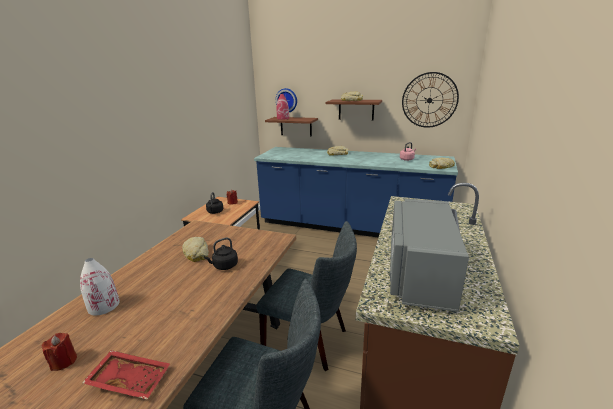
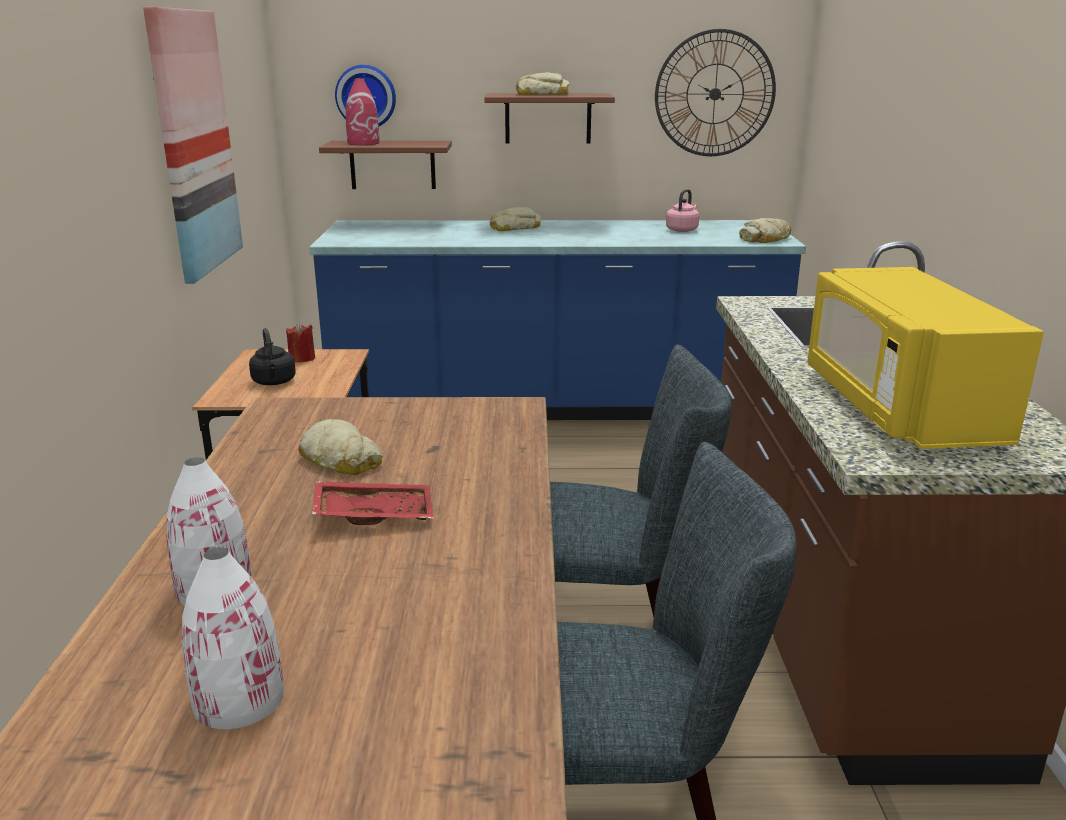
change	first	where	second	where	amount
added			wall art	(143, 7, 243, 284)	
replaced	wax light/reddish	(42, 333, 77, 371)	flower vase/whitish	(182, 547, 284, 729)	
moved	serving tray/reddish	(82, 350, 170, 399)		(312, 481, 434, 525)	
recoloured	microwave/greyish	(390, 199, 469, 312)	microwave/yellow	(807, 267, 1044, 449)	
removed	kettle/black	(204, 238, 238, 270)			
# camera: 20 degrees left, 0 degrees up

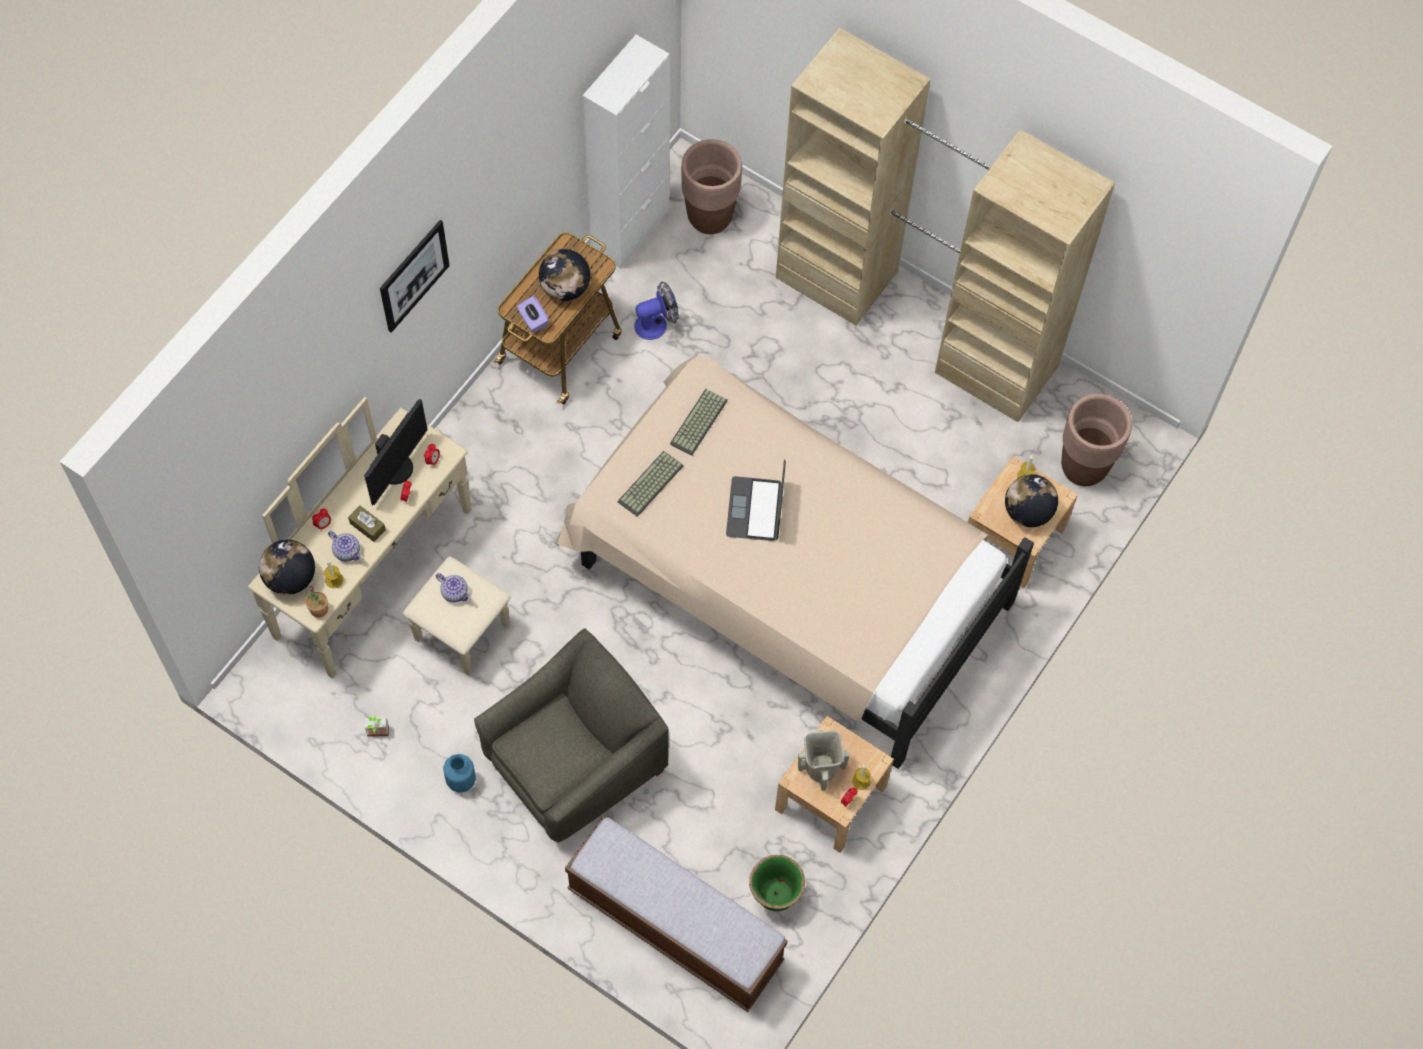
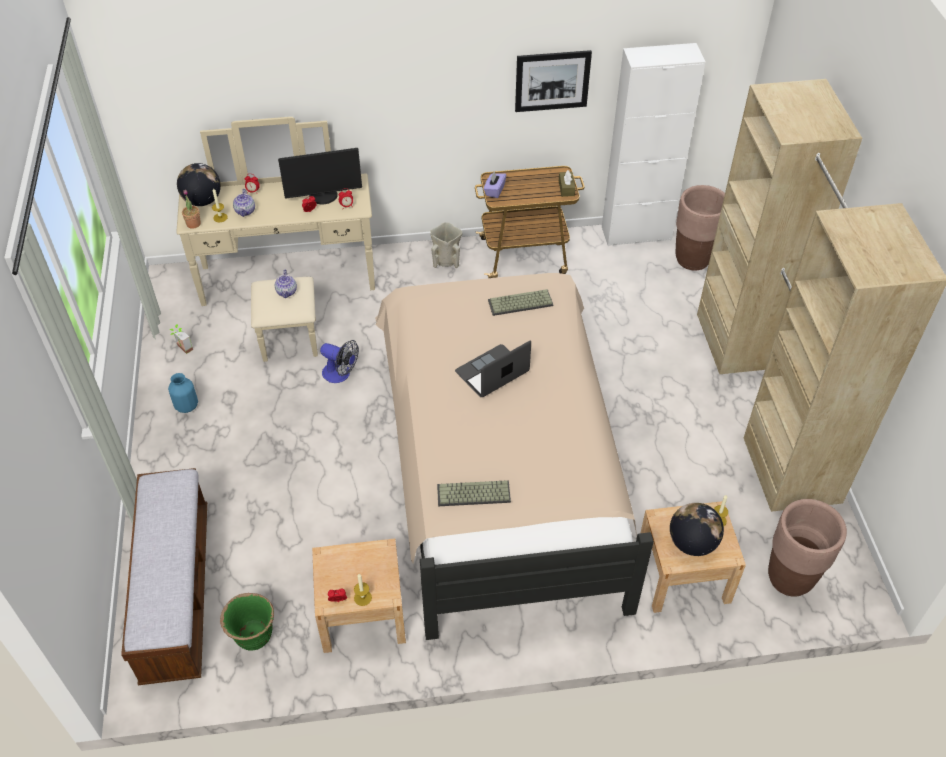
change	first	where	second	where	amount
moved	fan	(634, 281, 679, 340)		(320, 340, 359, 383)	
moved	flower vase/beige	(798, 730, 850, 791)		(430, 222, 462, 268)	
moved	keyboard	(617, 451, 684, 517)		(437, 480, 511, 506)	
moved	wall art	(380, 220, 450, 333)		(515, 50, 592, 112)	
moved	box of tissues/brownish	(348, 506, 386, 542)		(559, 170, 575, 197)	
removed	lounge chair/greyish	(474, 628, 669, 842)			
removed	desk globe	(539, 249, 591, 301)			
# camera: 50 degrees right, 15 degrees down

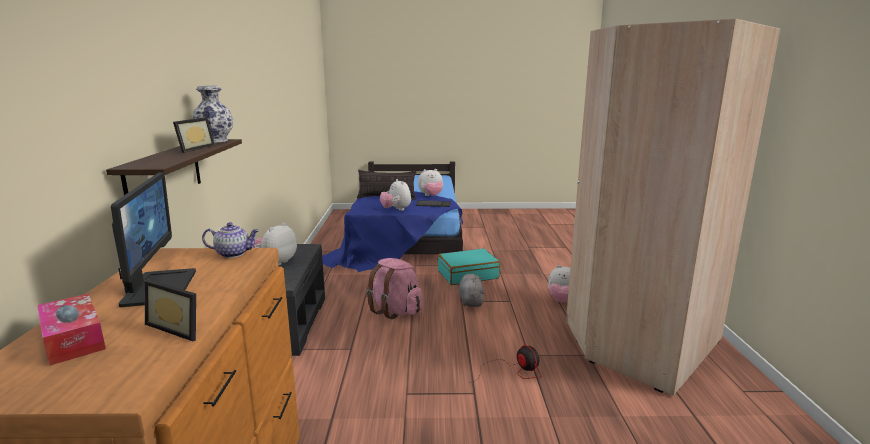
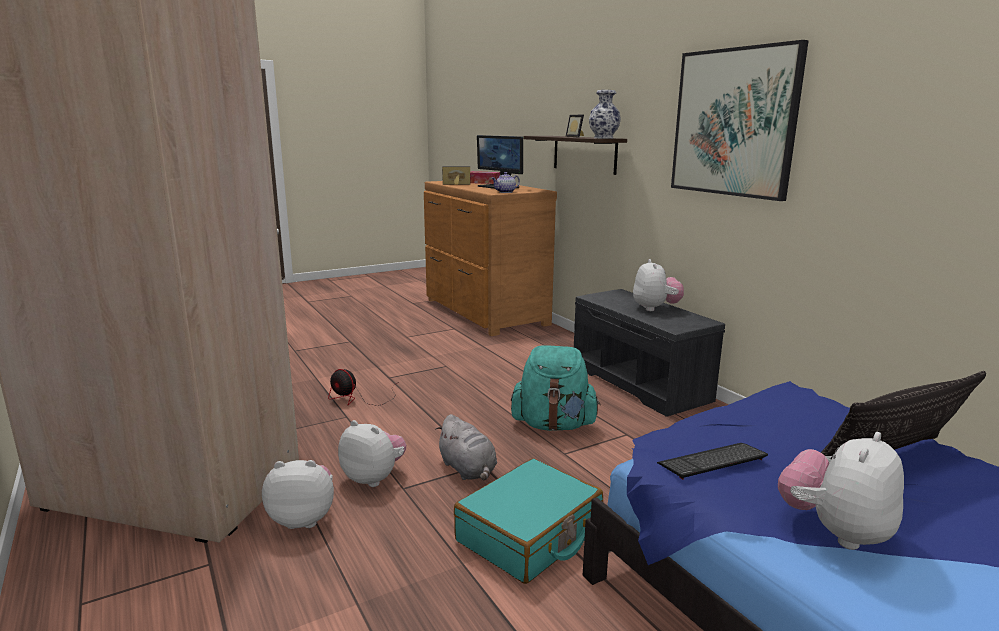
change	first	where	second	where	amount
moved	plush toy	(380, 179, 411, 211)		(338, 420, 406, 487)	
recoloured	knapsack/pink	(367, 258, 423, 319)	knapsack/blue-green	(511, 345, 601, 431)	
added			wall art	(671, 40, 809, 201)	
# camera: 150 degrees right, 0 degrees up

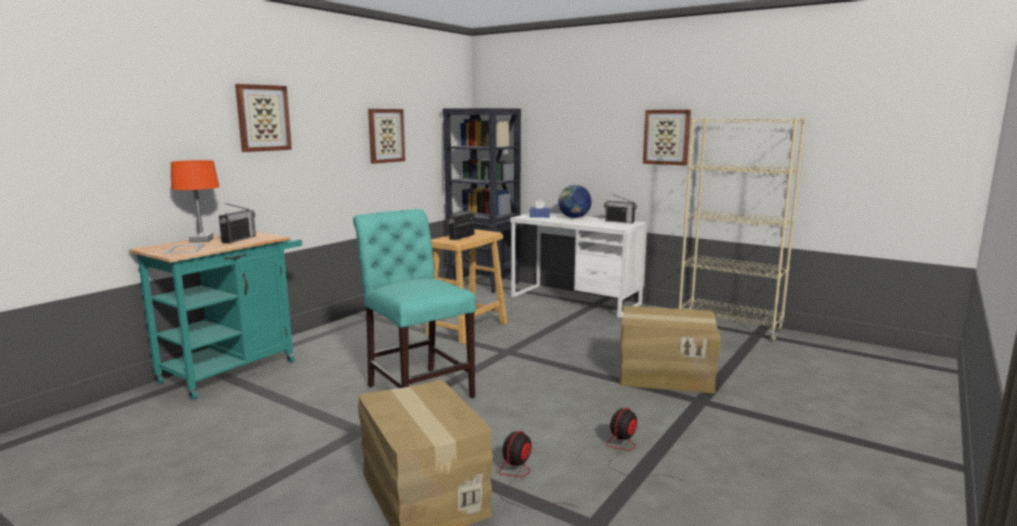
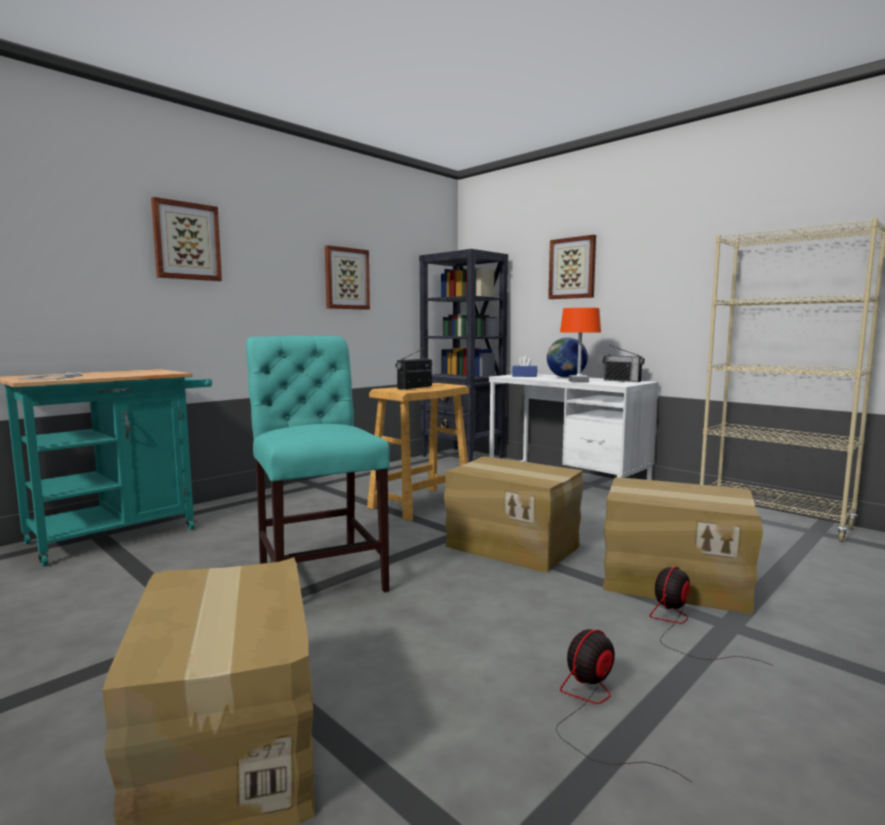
change	first	where	second	where	amount
added			carton	(444, 456, 584, 573)	
moved	wall art	(643, 110, 691, 166)		(548, 235, 596, 299)	
moved	tabletop lamp/orange-coloured	(171, 160, 220, 243)		(560, 308, 601, 382)	
moved	fan	(499, 431, 579, 509)		(650, 567, 772, 665)	
removed	radio receiver	(219, 203, 256, 243)			
# camera: 10 degrees right, 5 degrees down

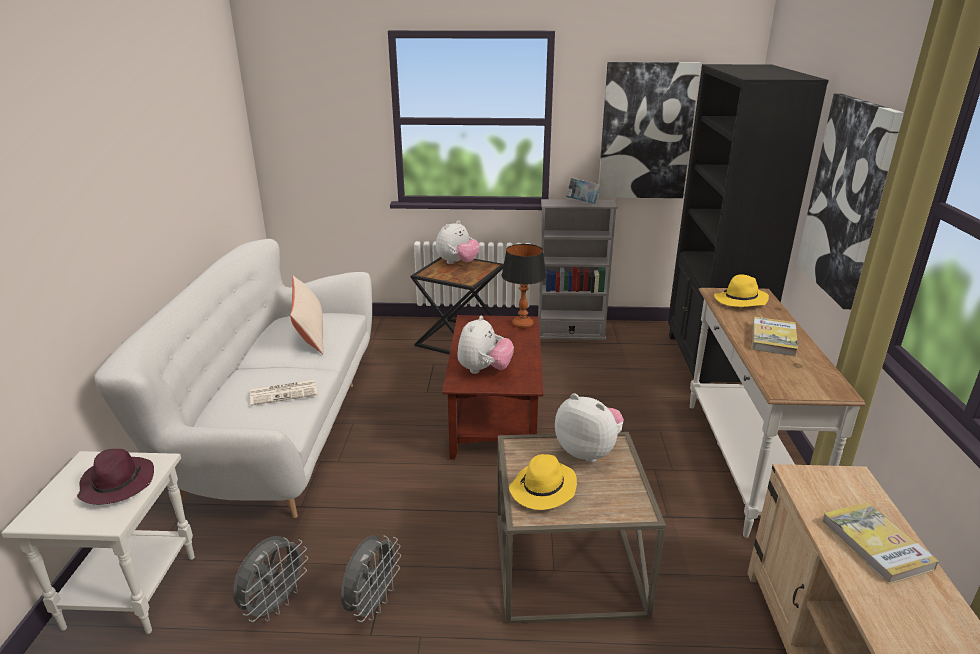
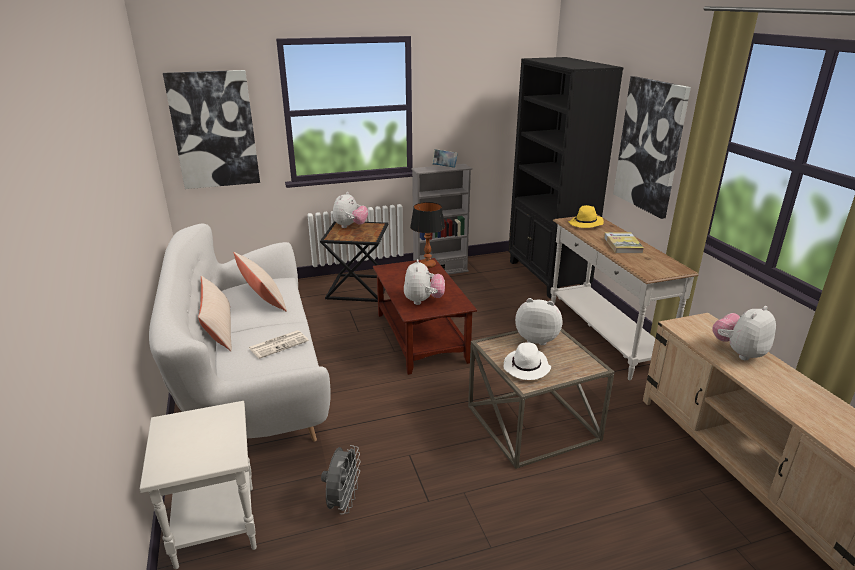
change	first	where	second	where	amount
moved	wall art	(598, 62, 701, 198)		(163, 70, 260, 189)	
added			pillow/beige	(198, 276, 232, 351)	
recoloured	wearable hat/yellow	(509, 454, 577, 510)	wearable hat/whitish	(504, 343, 551, 380)	
replaced	book	(822, 502, 939, 584)	plush toy	(712, 306, 776, 360)	
removed	wearable hat/purple-coloured	(77, 449, 154, 505)			
removed	fan/greyish	(341, 535, 401, 622)			
# camera: 20 degrees left, 0 degrees up

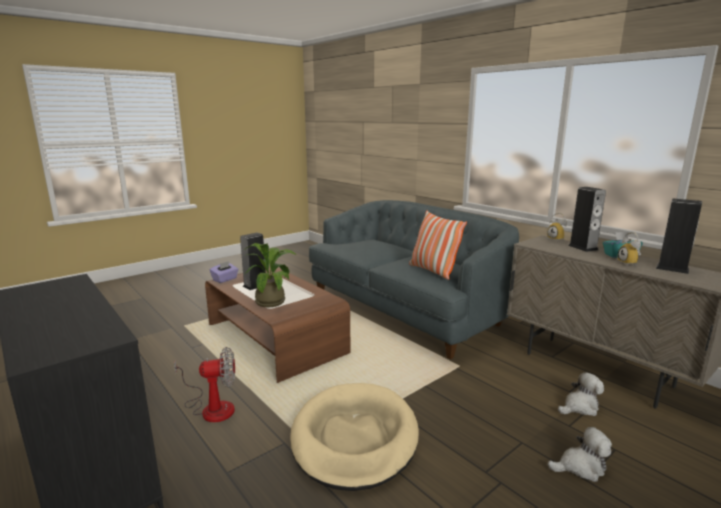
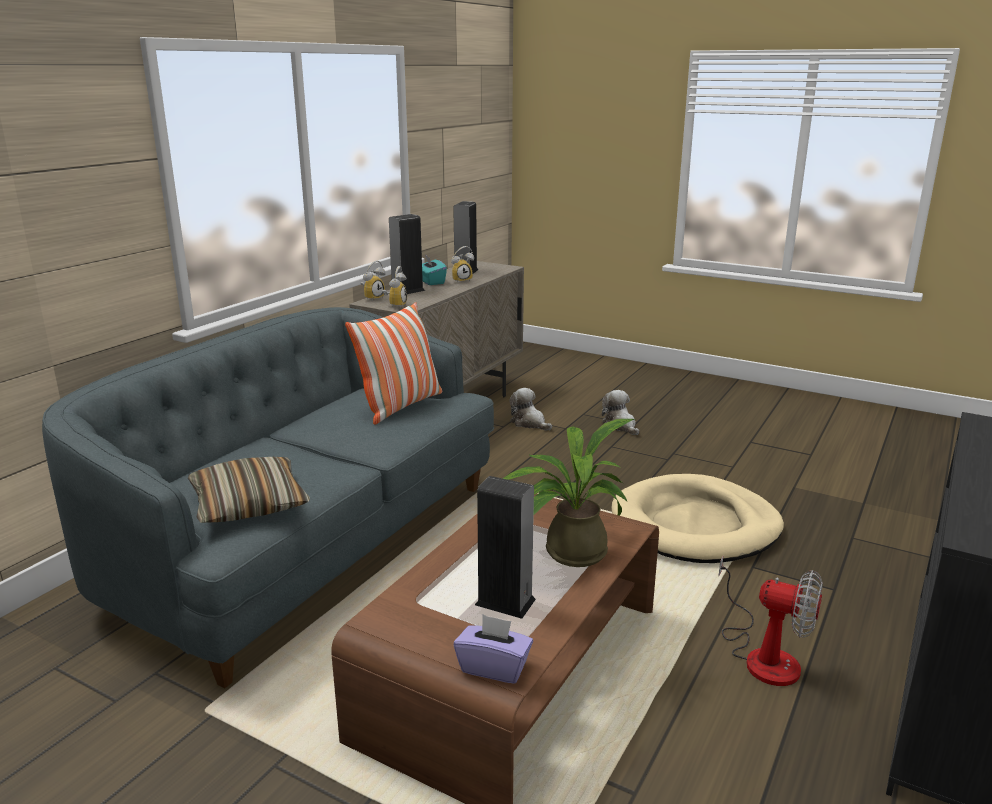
change	first	where	second	where	amount
added			pillow	(188, 457, 310, 523)	
added			table clock	(382, 266, 407, 308)	
turned	fan	(174, 347, 235, 422)		(718, 555, 823, 686)	150 degrees clockwise
# camera: 110 degrees left, 5 degrees up

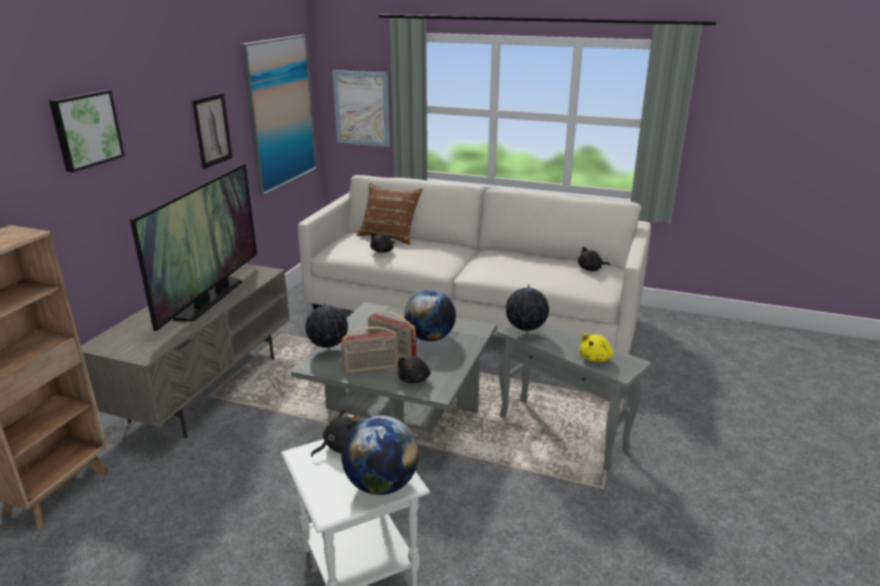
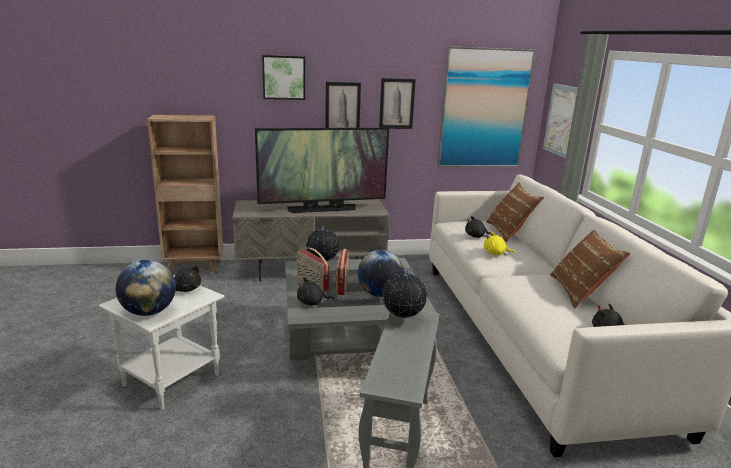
change	first	where	second	where	amount
added			wall art	(325, 82, 361, 128)	
moved	plush toy/yellow	(579, 333, 614, 362)		(484, 232, 515, 255)	
added			pillow/brownish	(550, 230, 631, 308)	
# camera: 60 degrees right, 5 degrees down

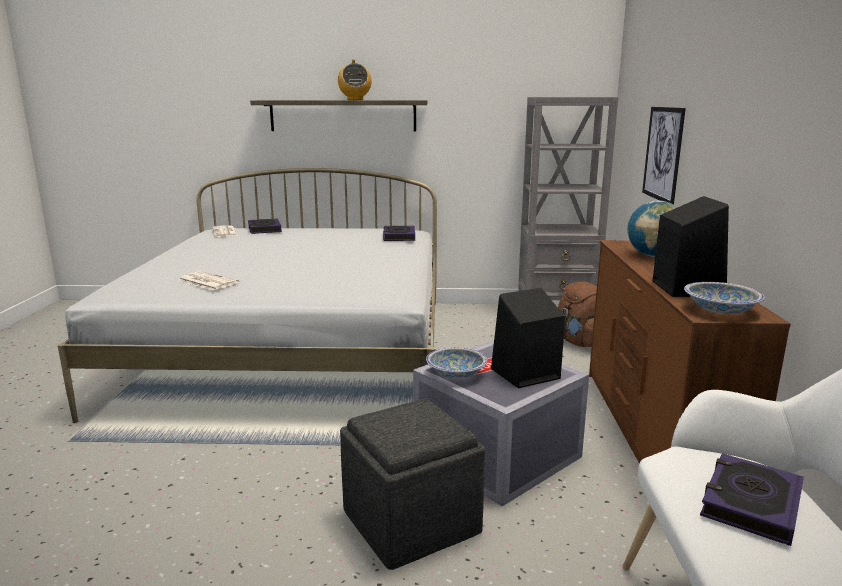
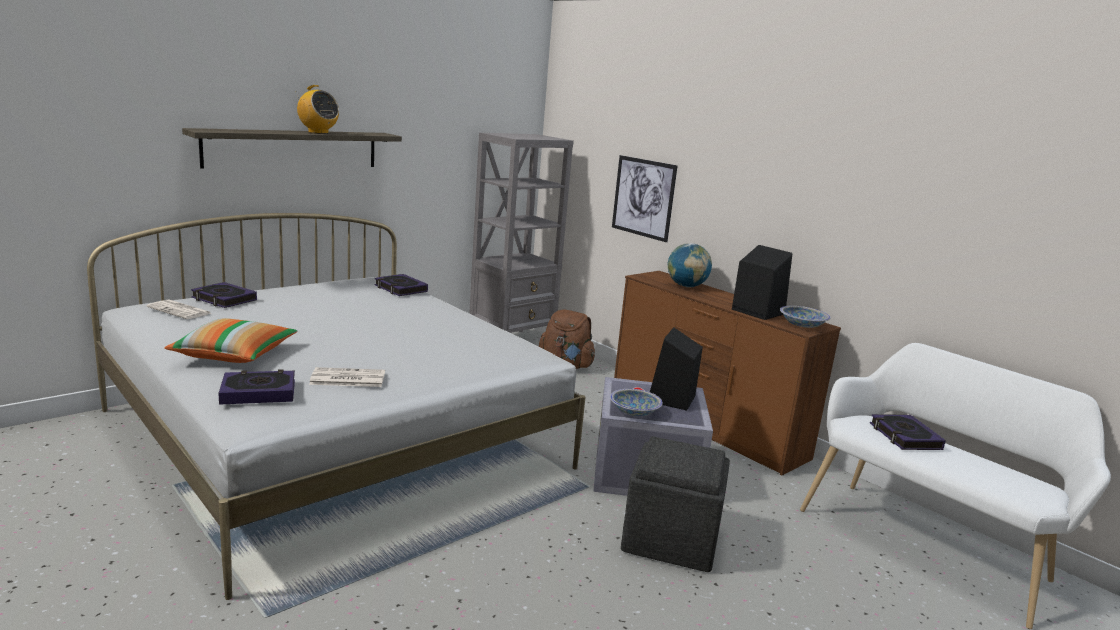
change	first	where	second	where	amount
added			pillow	(164, 318, 298, 363)	
added			book	(218, 369, 295, 405)	
# camera: 45 degrees left, 0 degrees up

